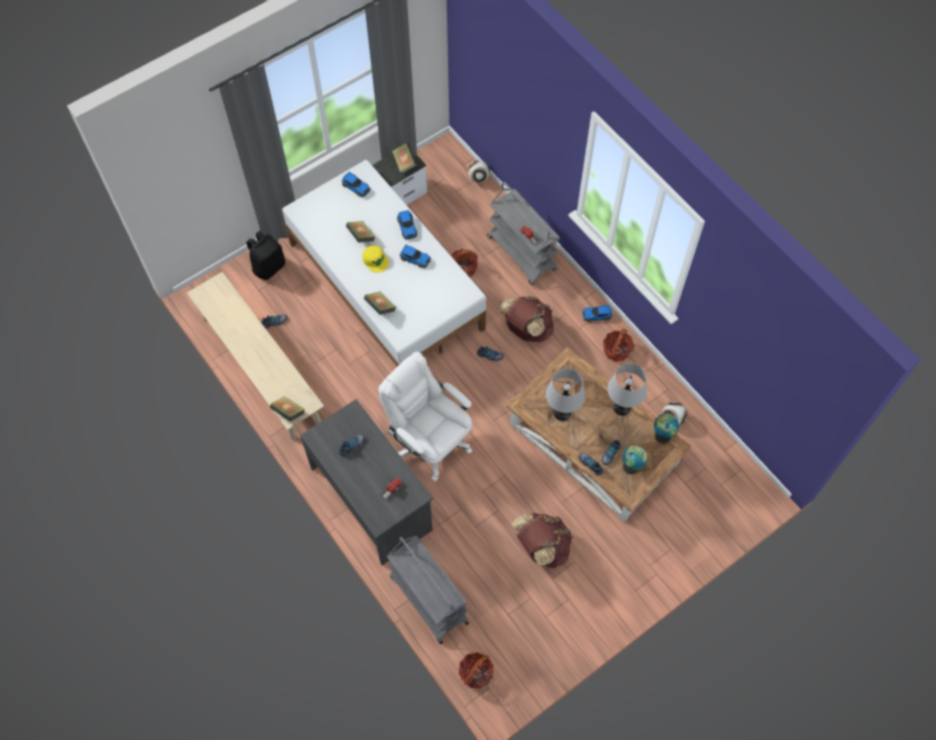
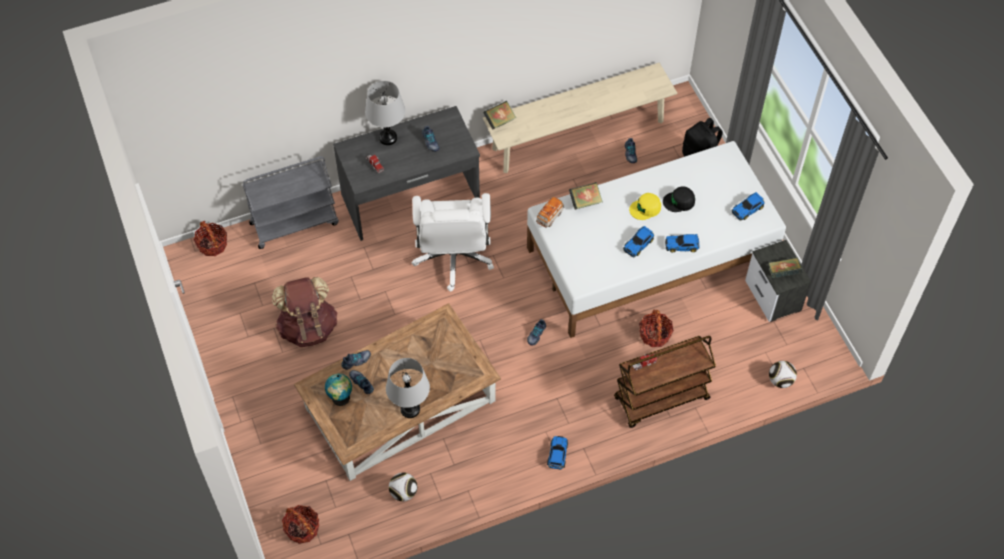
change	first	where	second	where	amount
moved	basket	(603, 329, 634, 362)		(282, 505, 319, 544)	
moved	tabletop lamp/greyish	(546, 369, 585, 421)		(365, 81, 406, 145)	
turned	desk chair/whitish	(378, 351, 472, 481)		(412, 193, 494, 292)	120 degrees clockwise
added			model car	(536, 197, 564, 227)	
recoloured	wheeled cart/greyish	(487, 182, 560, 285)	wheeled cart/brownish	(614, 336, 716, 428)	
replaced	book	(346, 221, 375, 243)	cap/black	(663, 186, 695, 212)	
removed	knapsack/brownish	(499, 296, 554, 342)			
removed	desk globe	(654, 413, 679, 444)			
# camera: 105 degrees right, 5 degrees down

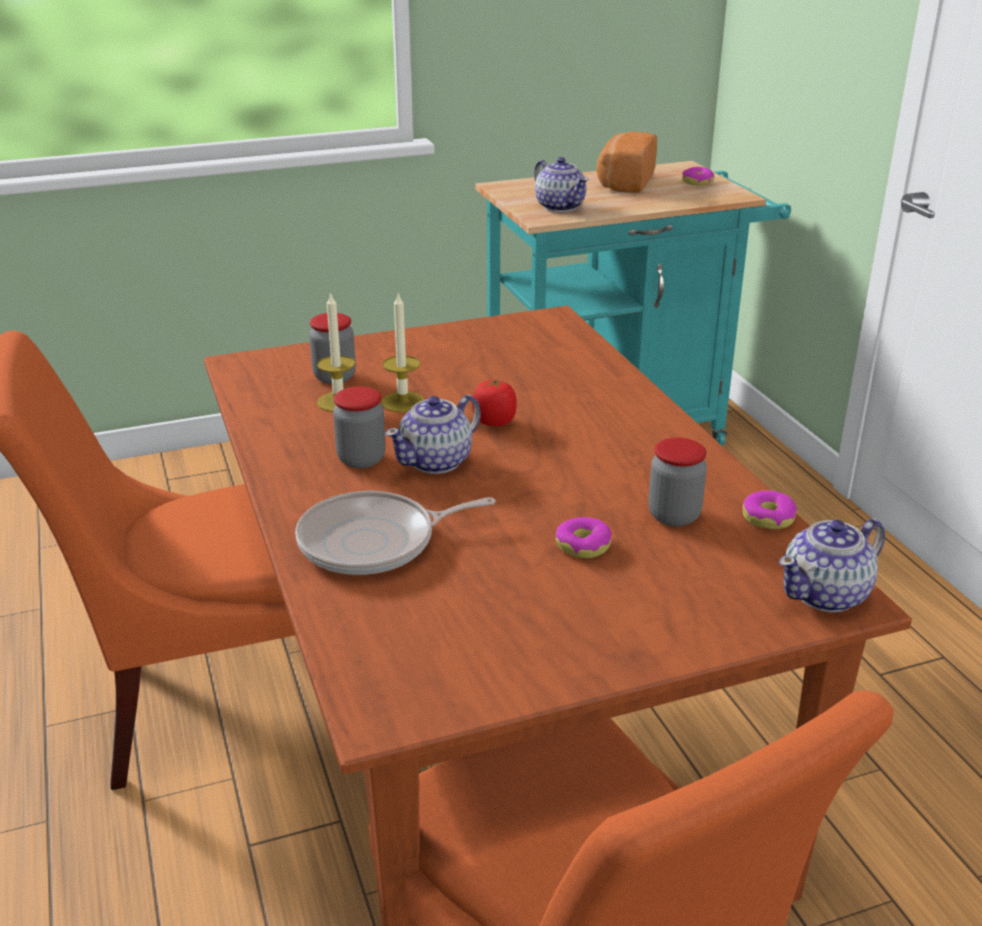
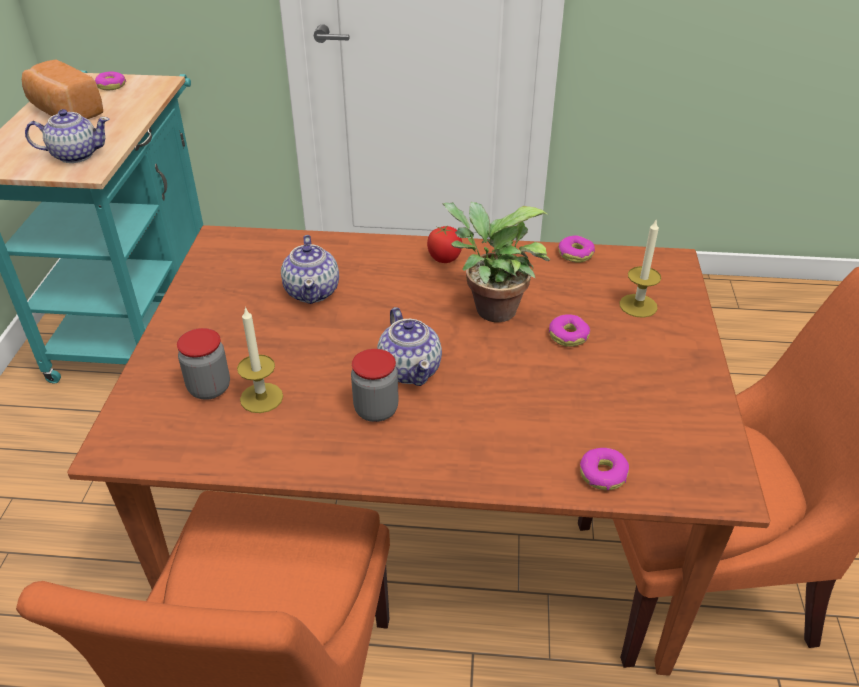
change	first	where	second	where	amount
moved	pot for tea	(779, 519, 885, 612)		(281, 235, 339, 304)	
moved	tomato	(472, 378, 517, 426)		(427, 225, 462, 263)	
added			houseplant	(442, 202, 550, 322)	
added			donut	(580, 448, 629, 490)	
moved	wax light	(381, 293, 424, 412)		(619, 220, 661, 318)	
removed	pan	(295, 491, 496, 575)			
removed	preserve jar	(648, 438, 707, 527)			
# camera: 65 degrees left, 10 degrees up

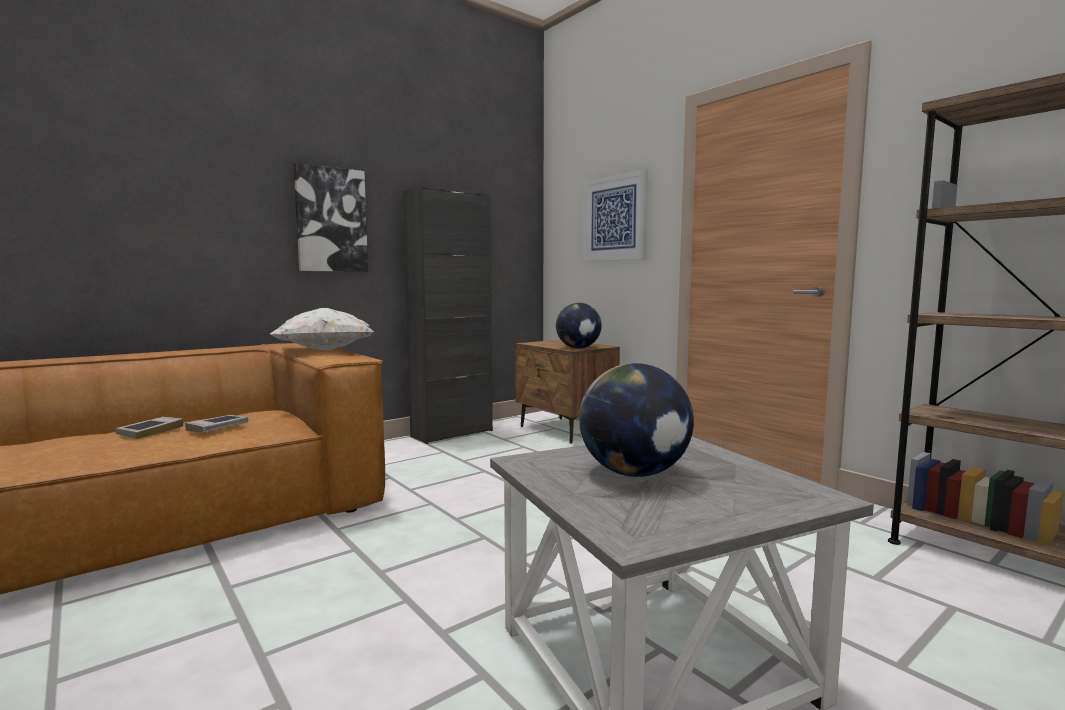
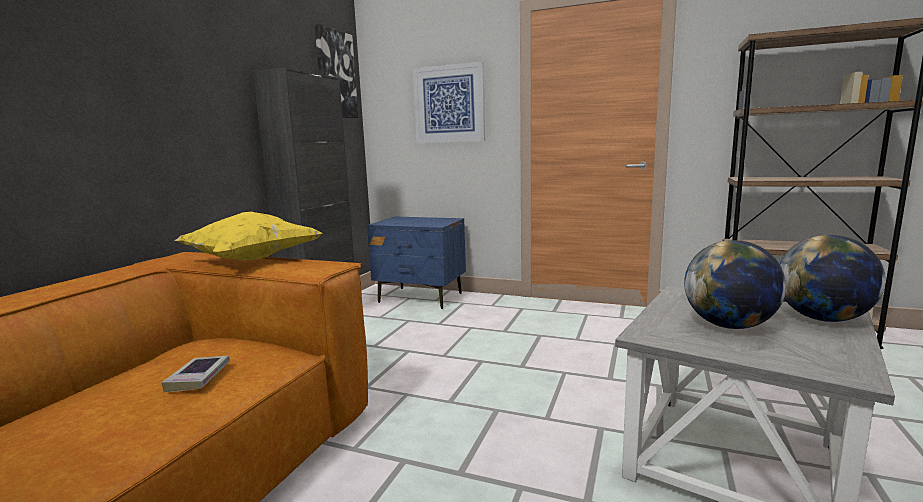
change	first	where	second	where	amount
recoloured	pillow/whitish	(270, 308, 374, 350)	pillow/yellow	(175, 212, 322, 261)	
moved	wall art	(294, 163, 368, 272)		(315, 24, 358, 118)	
recoloured	nightstand/brownish	(515, 340, 620, 443)	nightstand/blue-coloured	(367, 217, 466, 309)	
moved	desk globe	(556, 303, 602, 348)		(779, 235, 886, 322)	
removed	book	(115, 417, 183, 439)			
# camera: 30 degrees left, 5 degrees up

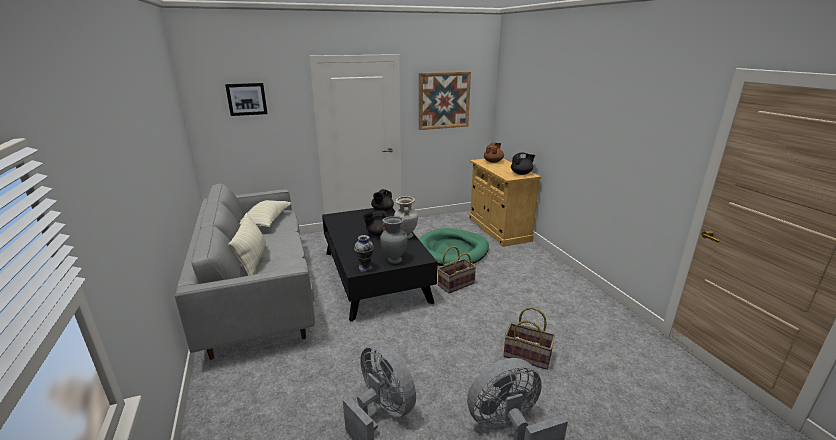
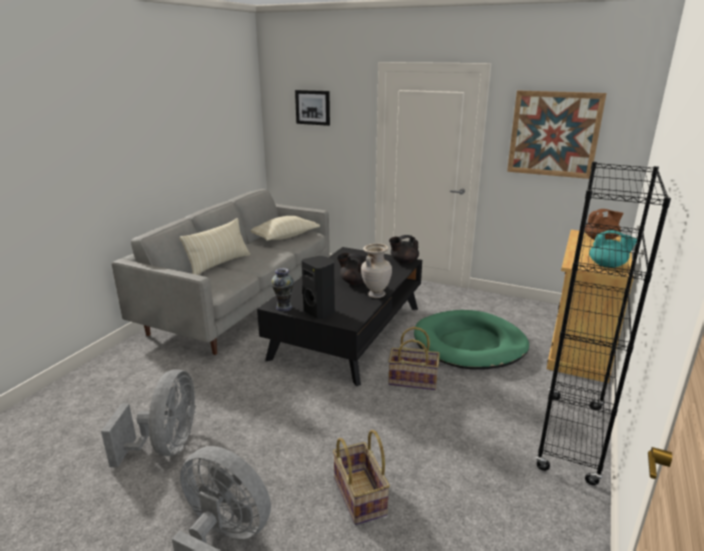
change	first	where	second	where	amount
replaced	flower vase/greyish	(380, 216, 407, 264)	speaker/black	(302, 256, 335, 319)	
added			shelving unit/black	(536, 162, 671, 485)	
recoloured	pot for tea/black	(511, 152, 535, 175)	pot for tea/blue-green	(589, 230, 637, 268)	
# camera: 45 degrees right, 0 degrees up

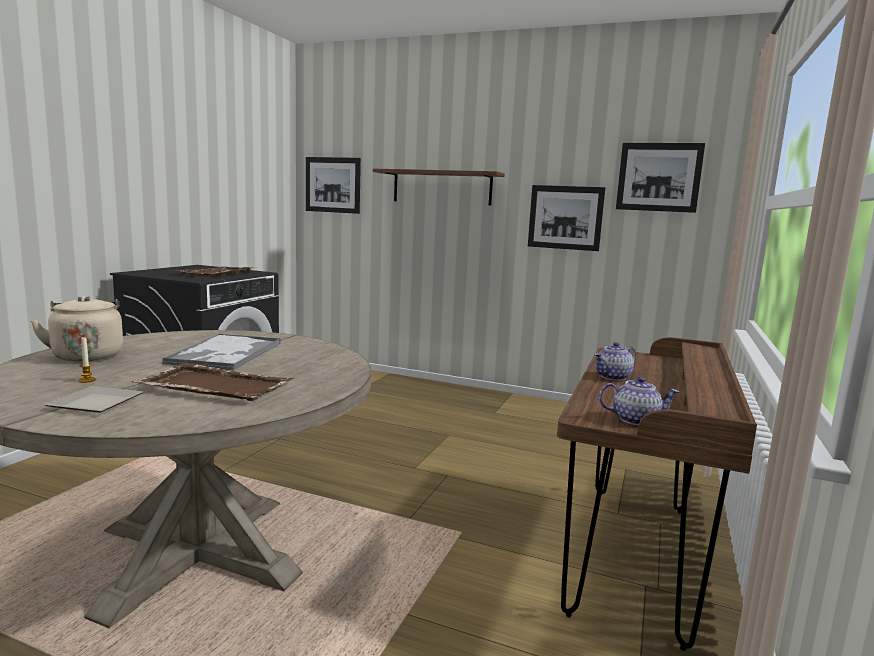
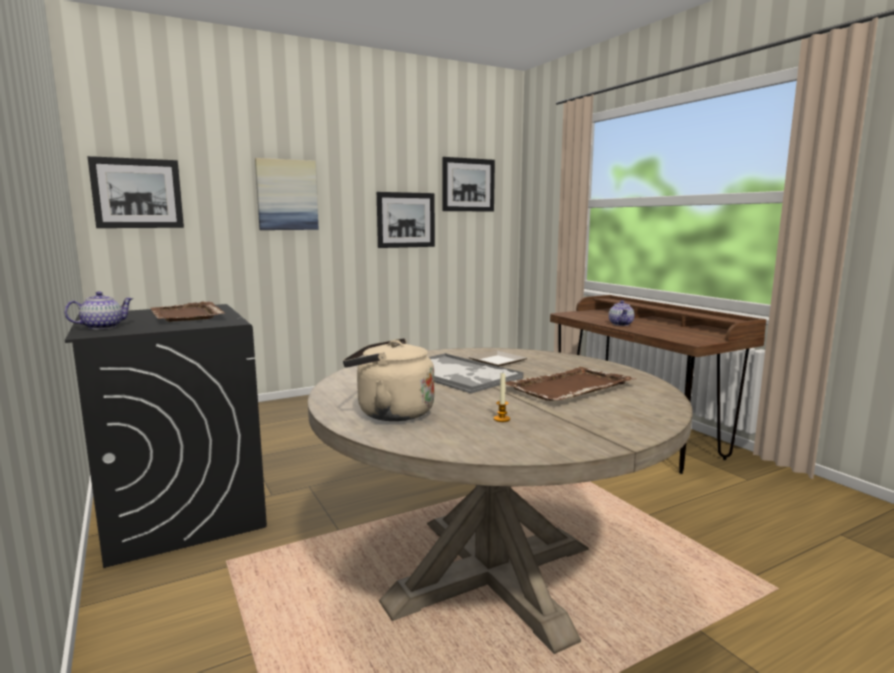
change	first	where	second	where	amount
moved	pot for tea	(599, 377, 679, 426)		(64, 291, 133, 330)	
replaced	bracket shelf/brownish	(373, 169, 505, 206)	wall art	(255, 158, 319, 230)	
moved	plate	(45, 386, 143, 413)		(468, 351, 527, 366)	
# camera: 50 degrees left, 0 degrees up

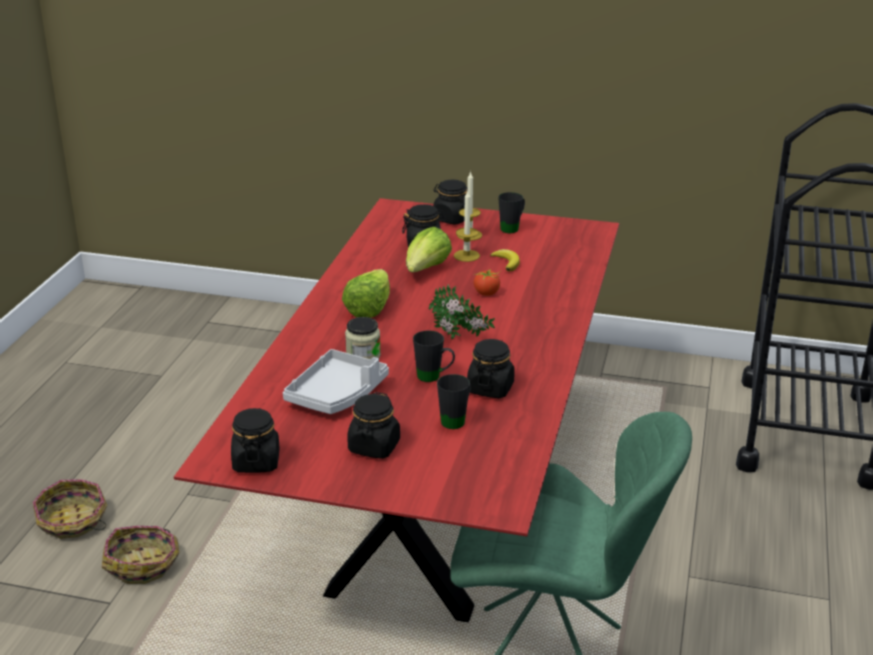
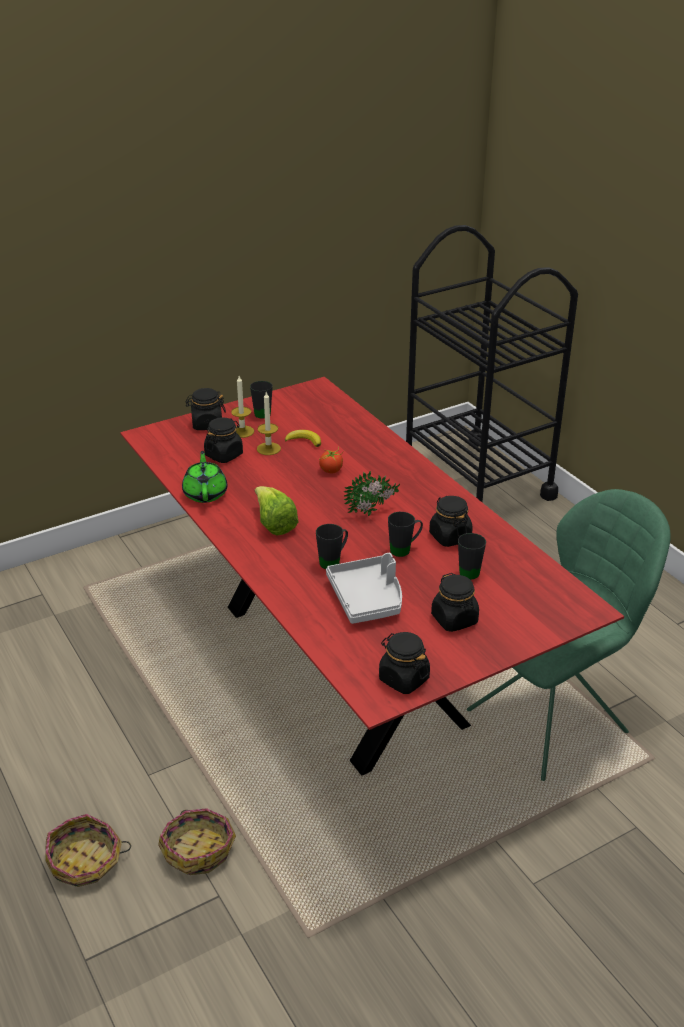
change	first	where	second	where	amount
added			pot for tea/green-coloured	(182, 451, 227, 503)	
replaced	preserve jar	(345, 317, 381, 359)	mug/black	(316, 524, 348, 569)	
removed	lettuce head	(406, 227, 452, 272)			
# camera: 45 degrees left, 5 degrees up

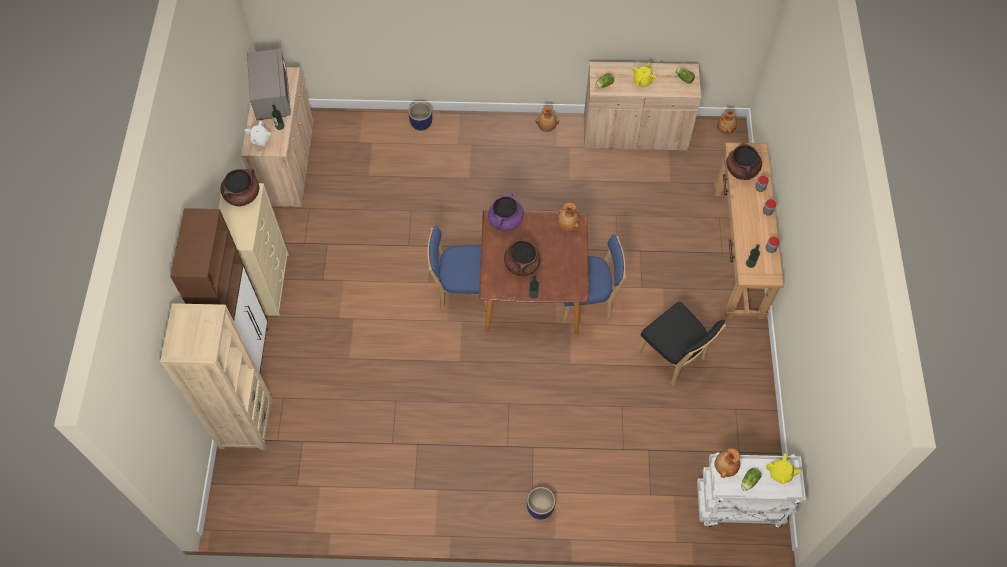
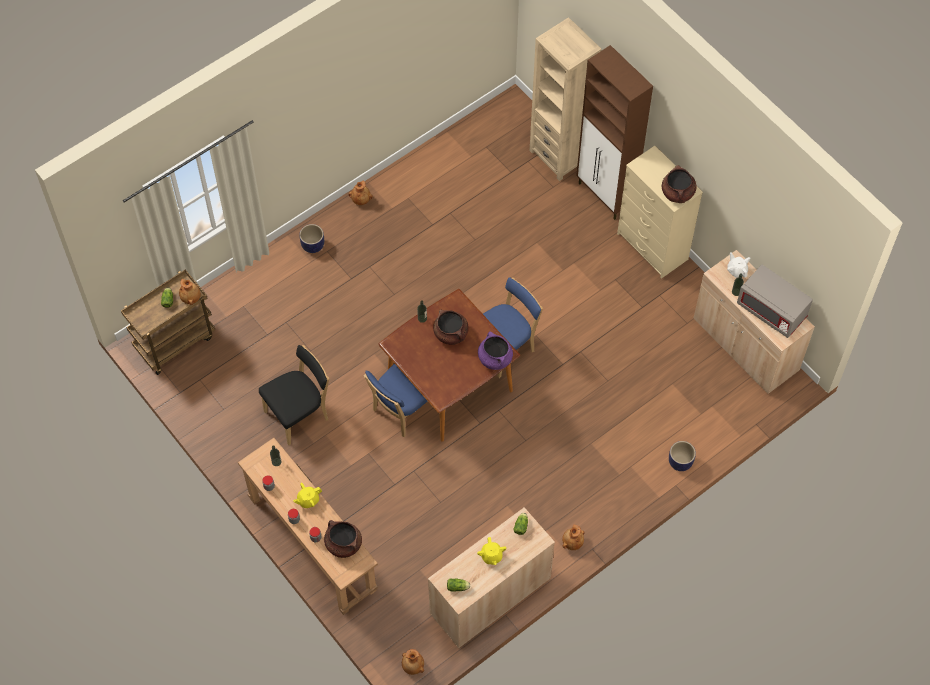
change	first	where	second	where	amount
recoloured	wheeled cart/whitish	(697, 452, 806, 528)	wheeled cart/brownish	(121, 270, 215, 375)	
turned	upright chair/black	(637, 302, 726, 386)		(259, 345, 329, 445)	135 degrees clockwise
moved	pot for tea/yellow	(766, 453, 802, 484)		(293, 483, 322, 508)	
moved	flower vase/brownish	(557, 203, 580, 231)		(349, 181, 373, 205)	
# camera: 140 degrees right, 0 degrees up

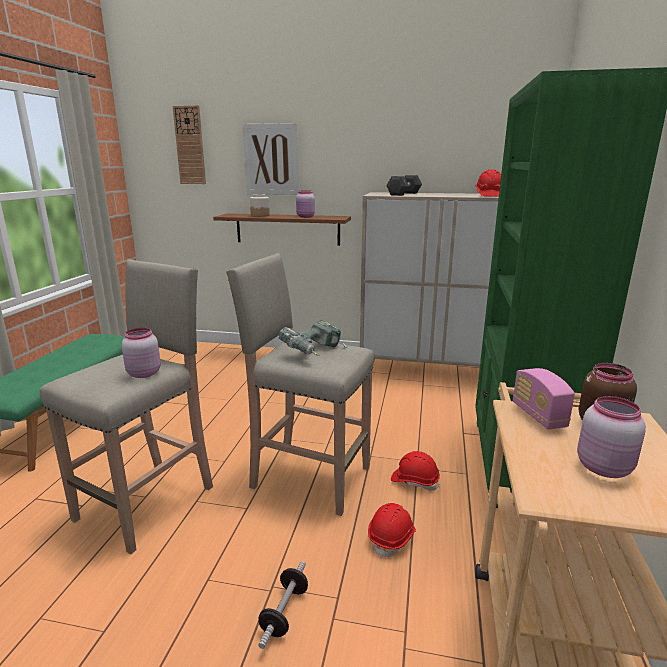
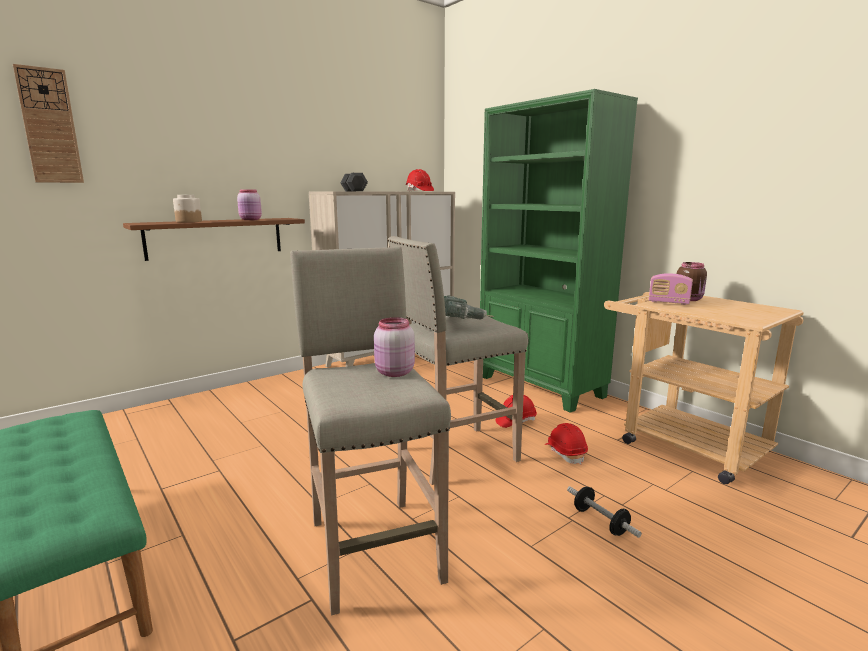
change	first	where	second	where	amount
removed	wall art	(242, 123, 299, 195)			
removed	preserve jar/pink	(577, 396, 646, 478)			
# camera: 50 degrees left, 5 degrees down

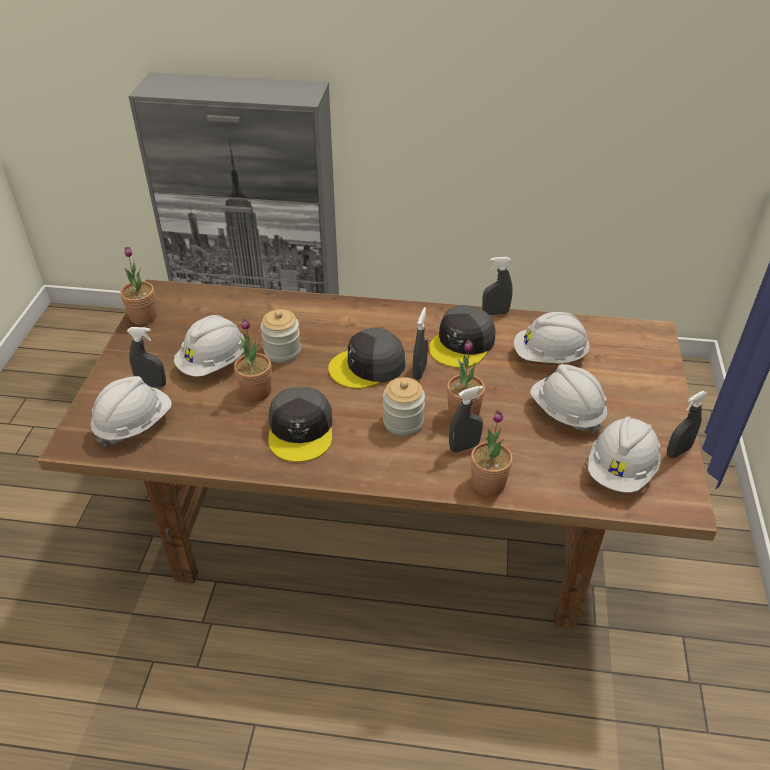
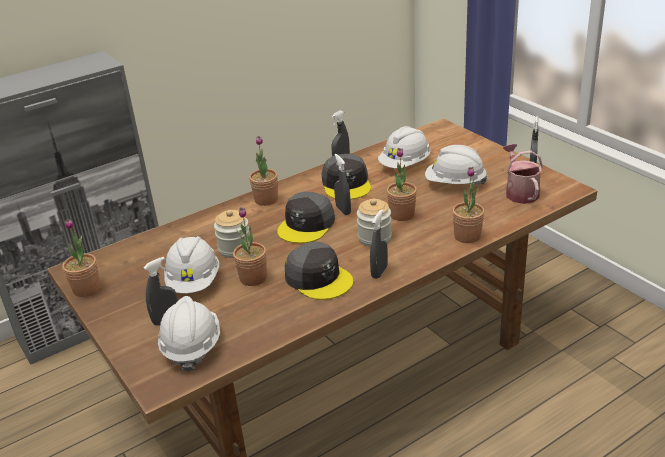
change	first	where	second	where	amount
added			houseplant	(249, 136, 278, 206)	
moved	sprayer/greyish	(449, 386, 483, 453)		(370, 209, 388, 279)	
replaced	hard hat/whitish	(588, 416, 661, 493)	watering pot	(503, 144, 543, 204)	
# camera: 40 degrees left, 10 degrees down

